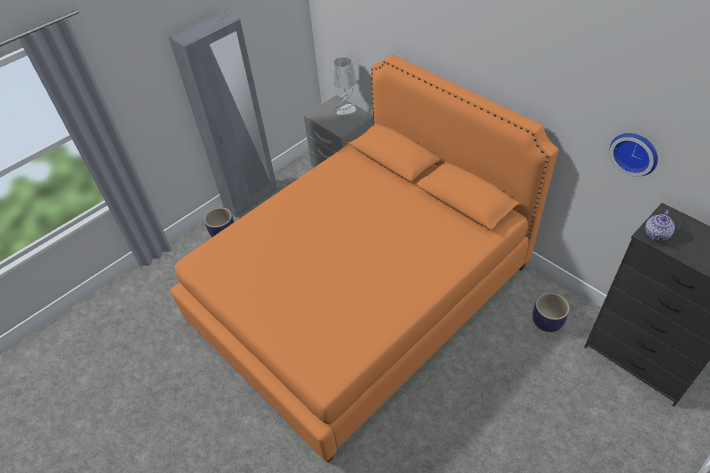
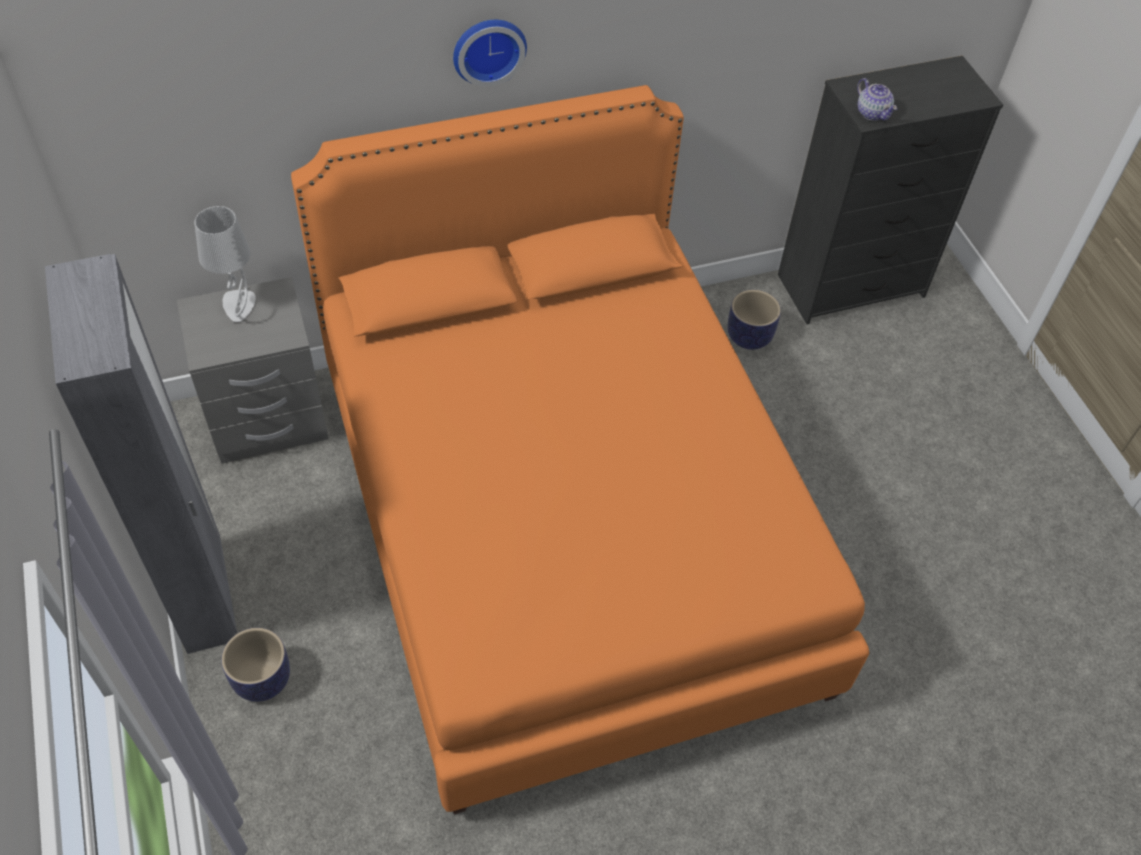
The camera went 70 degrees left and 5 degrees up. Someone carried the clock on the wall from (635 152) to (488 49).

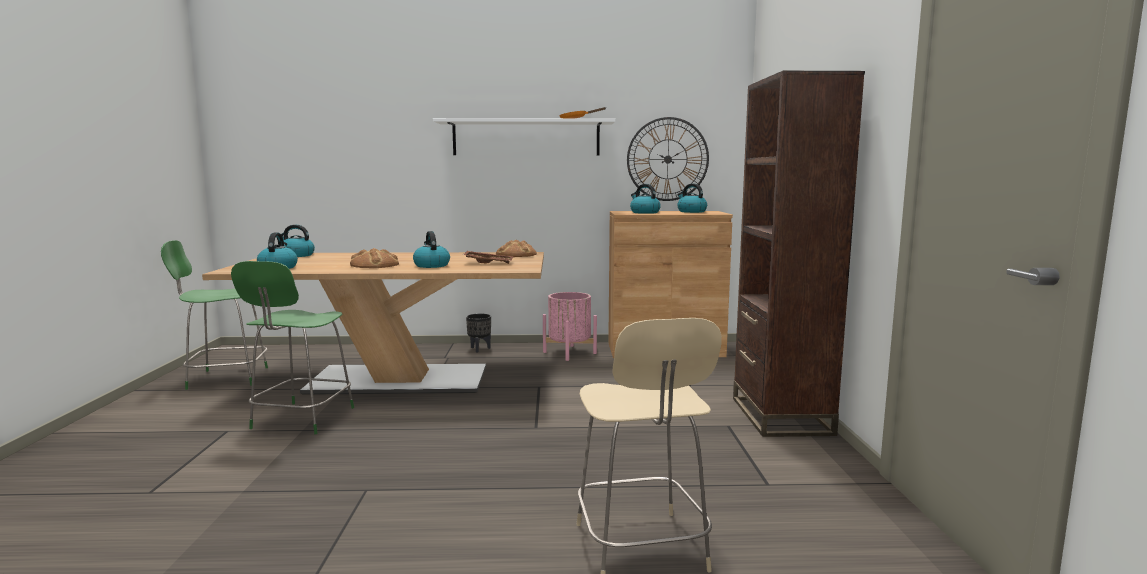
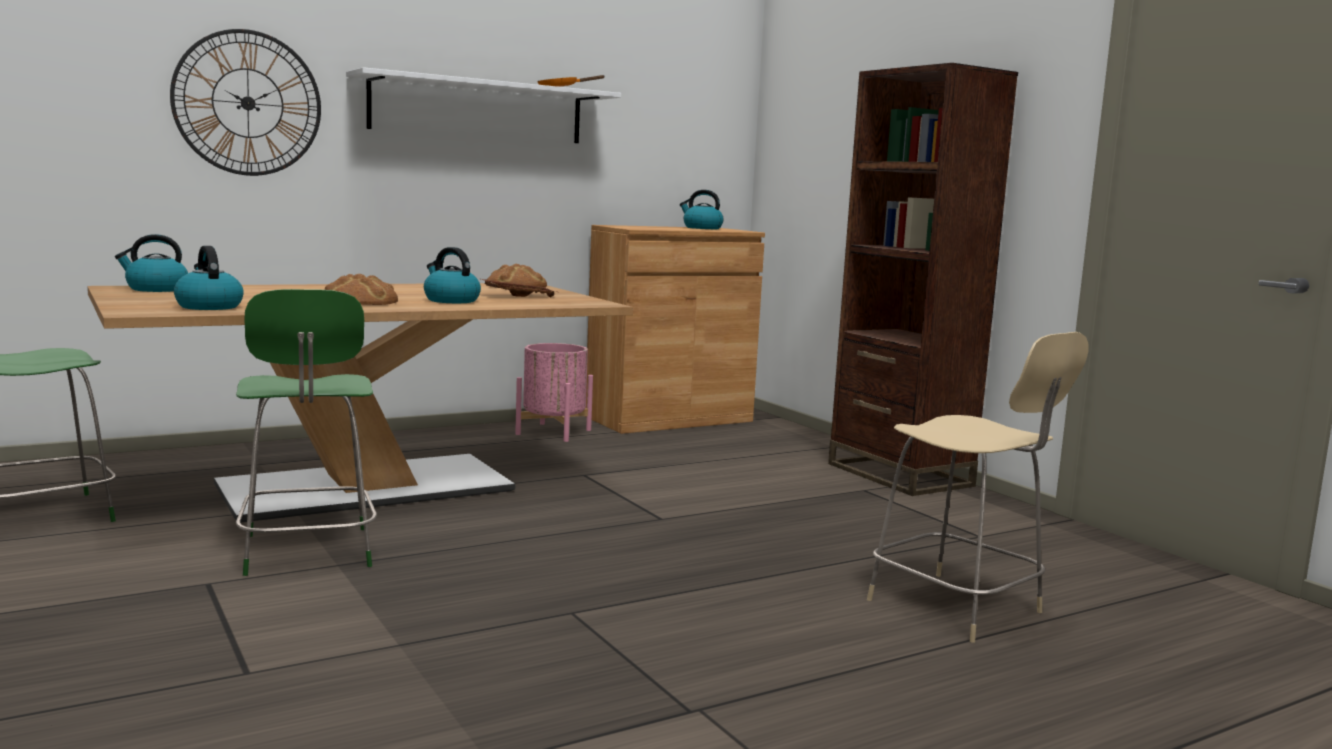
The camera went 30 degrees left and 0 degrees up. Someone carried the clock on the wall from (667 159) to (247 103). Someone took away the kettle at (644 212). Someone took away the black-coloured planter at (479 349).

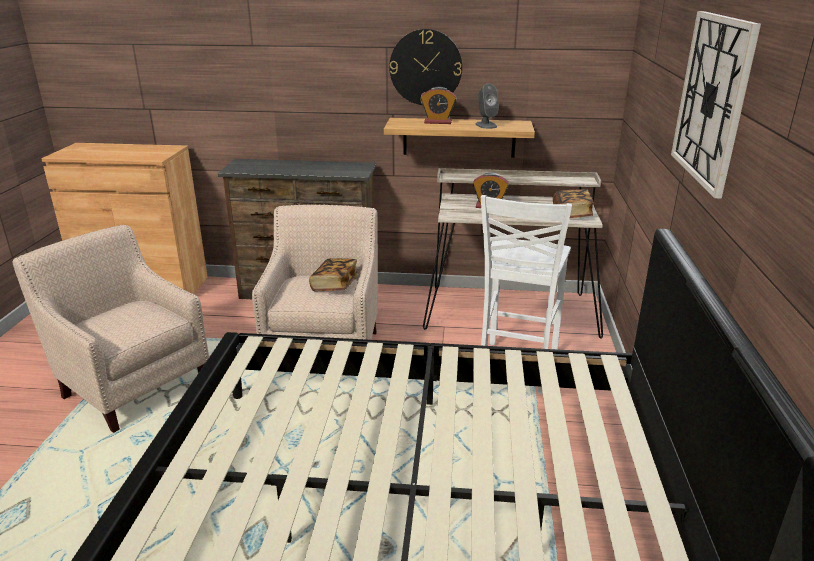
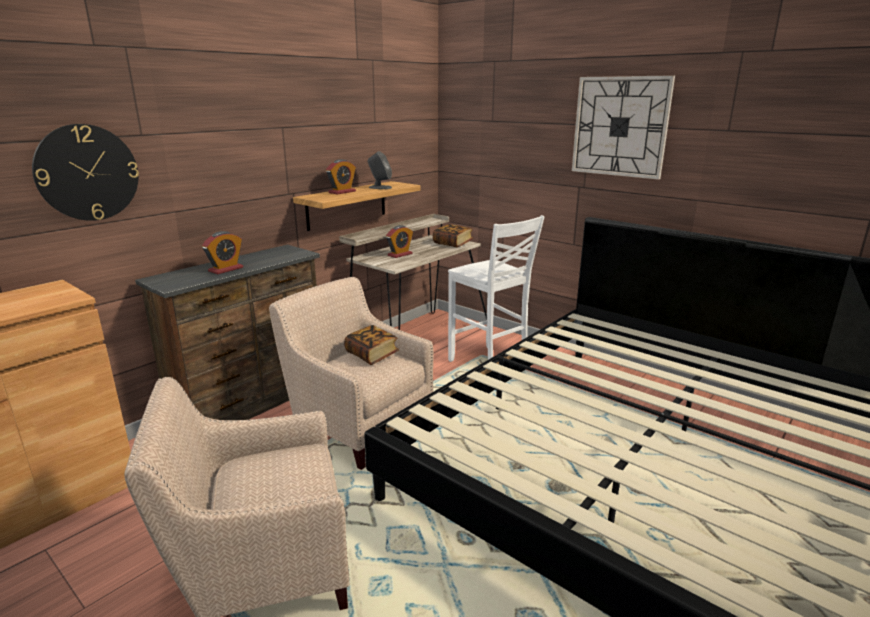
The camera went 55 degrees left and 5 degrees down. Someone carried the clock on the wall from (425 67) to (87 173). Someone put down the alarm clock at (226 269).

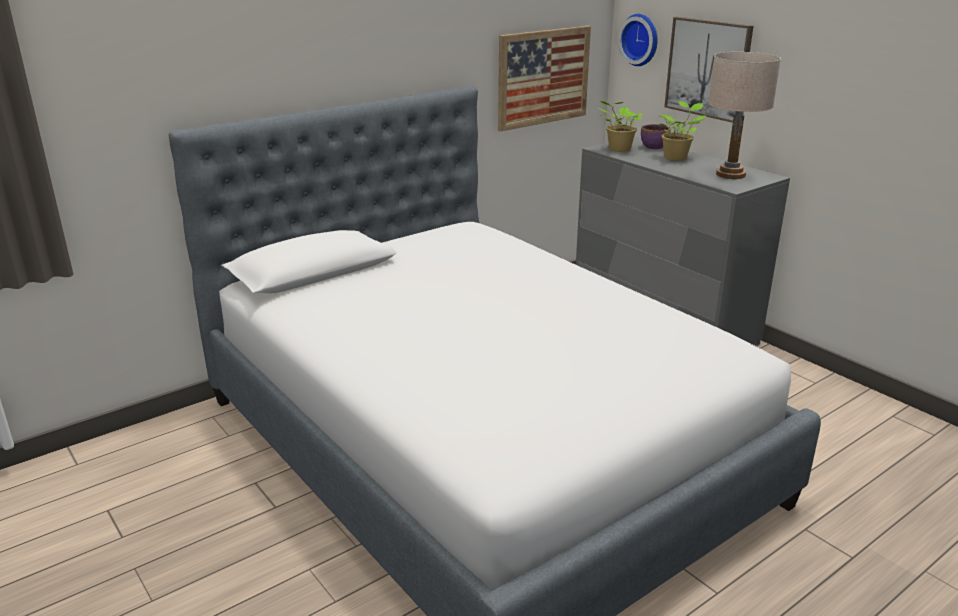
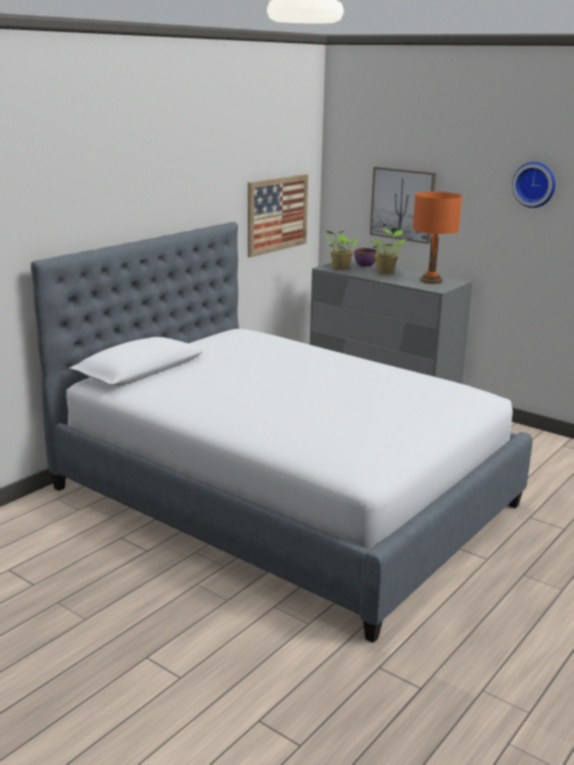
The camera went 15 degrees left and 5 degrees down. Someone carried the clock on the wall from (641 39) to (535 184). Someone repainted the beige-coloured lamp for a table at (730 174), which became the orange lamp for a table at (431 281).

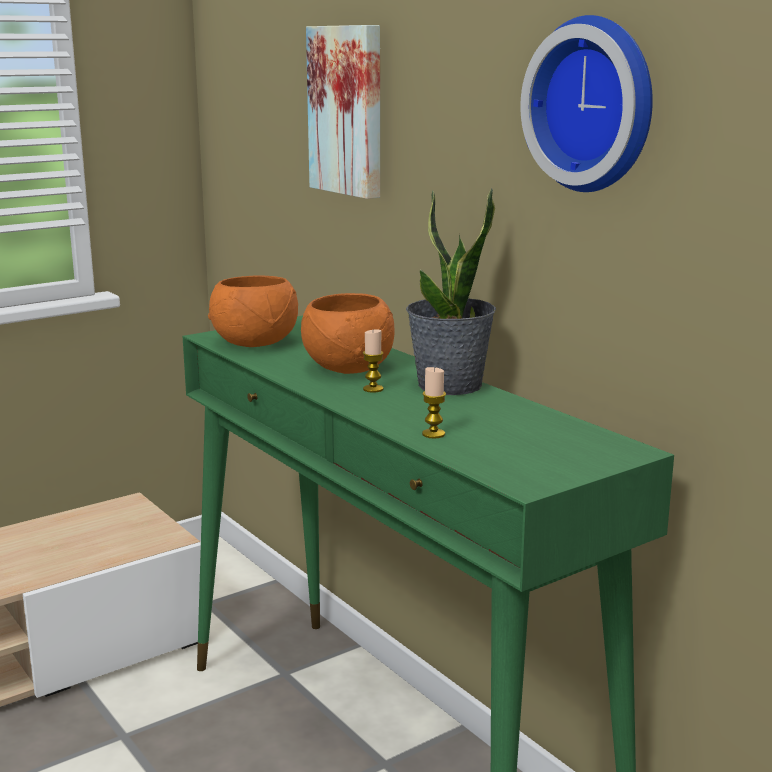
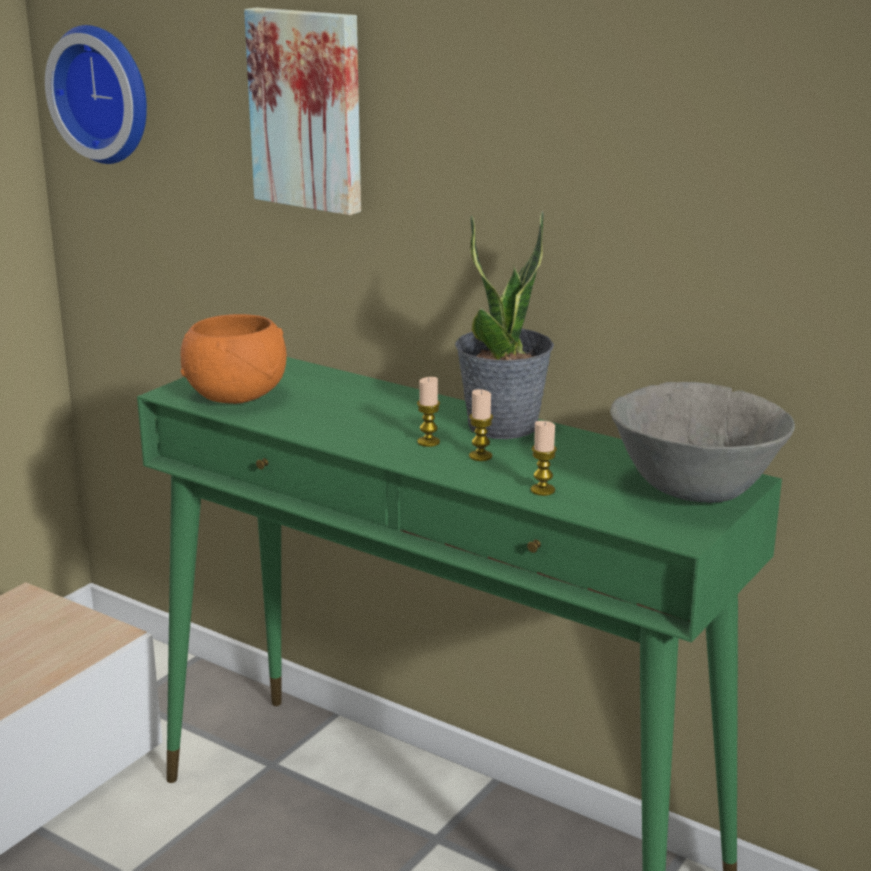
The camera went 20 degrees left and 5 degrees up. Someone carried the clock on the wall from (596 105) to (106 93). Someone took away the orange bowl at (348 367). Someone put down the grey bowl at (694 491). Someone put down the wax candle at (480 456).

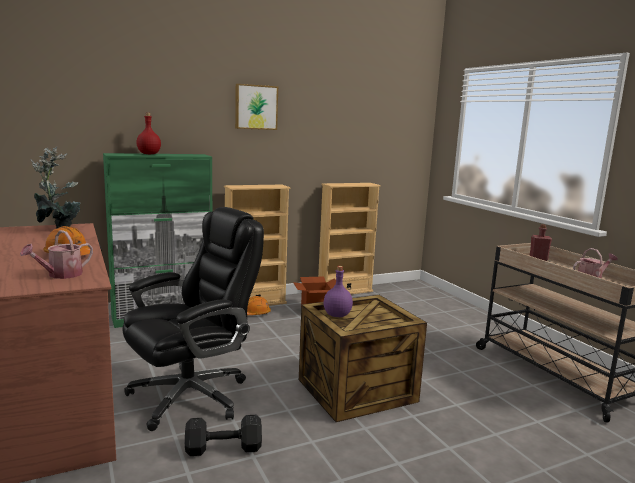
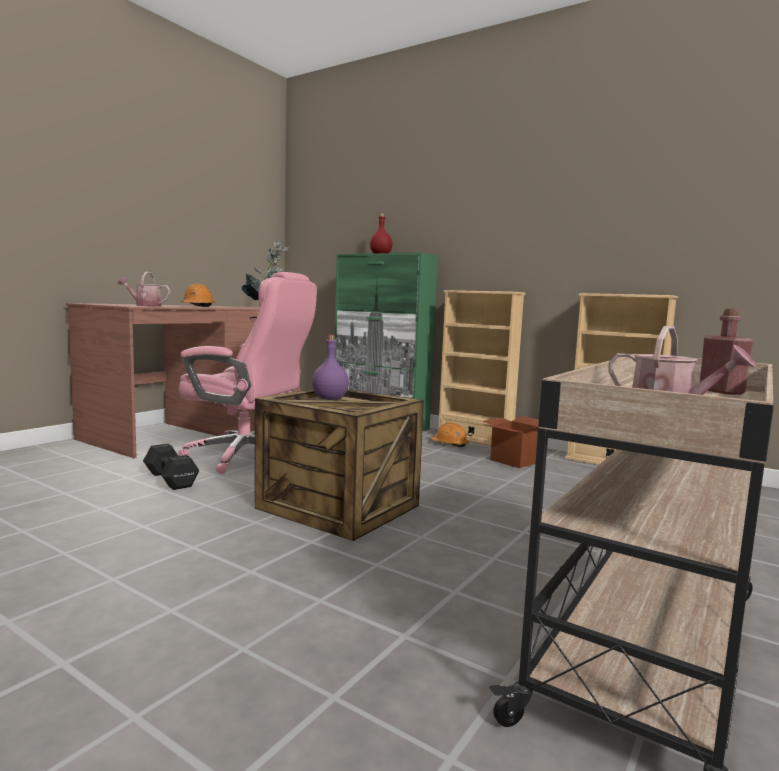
The camera went 60 degrees right and 5 degrees down. Someone took away the picture at (256 107). Someone repainted the black-coloured office chair at (192 396), which became the pink-coloured office chair at (247 457).

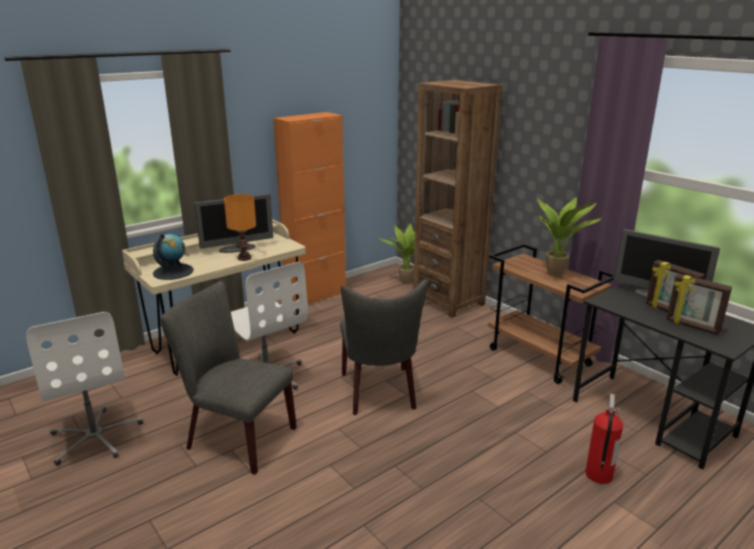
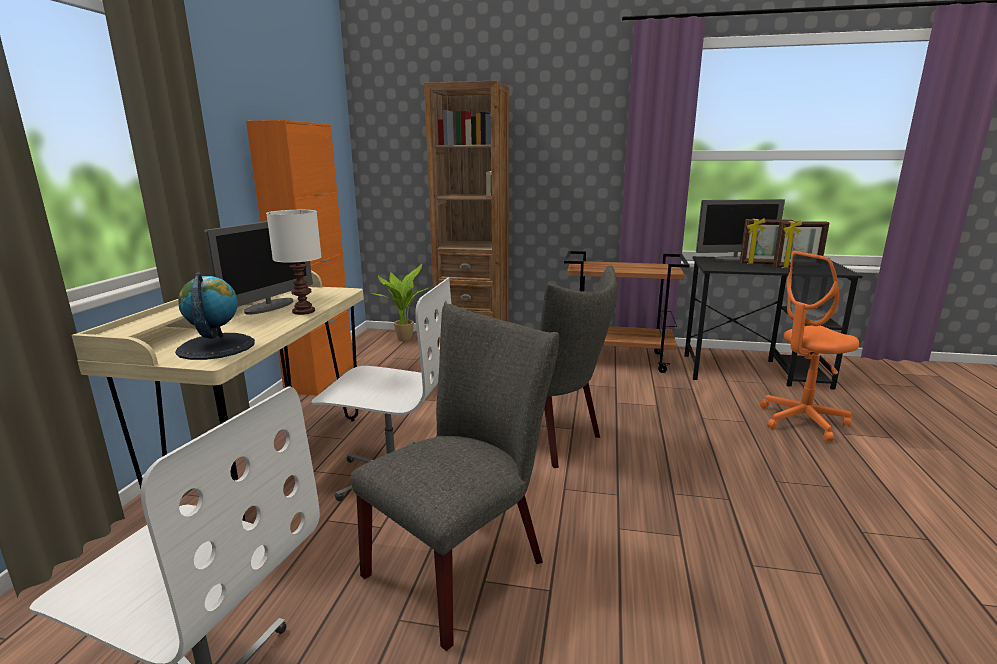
The camera went 40 degrees left and 5 degrees down. Someone repainted the orange lamp for a table at (244 258), which became the white-coloured lamp for a table at (304 311). Someone took away the plant in a pot at (558 274). Someone rotated the grey chair at (235 437) by 150 degrees clockwise. Someone swapped the fire extinguisher at (598 475) for the orange office chair at (802 421).

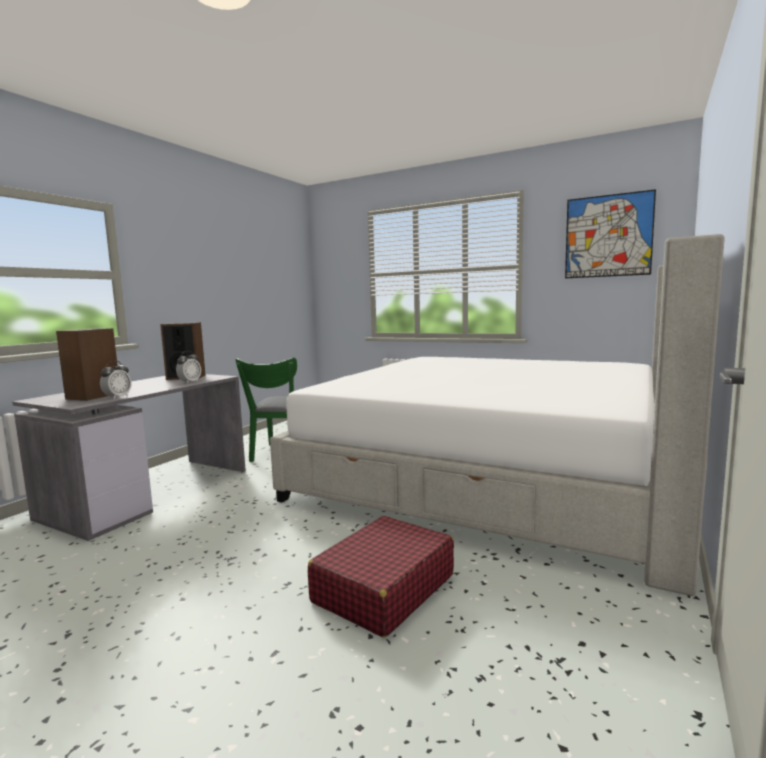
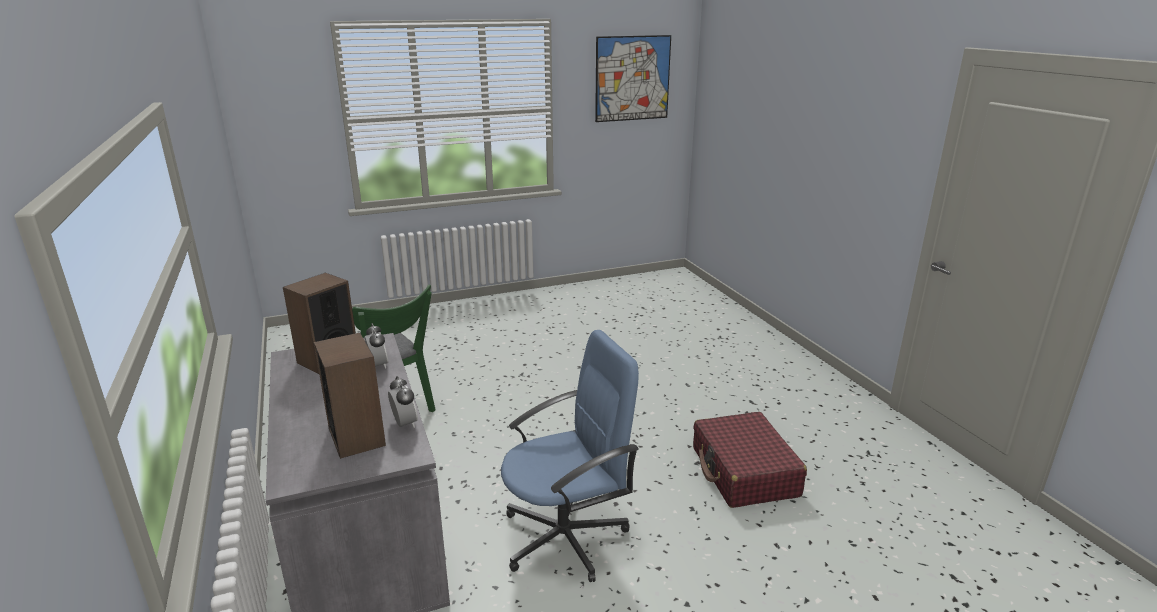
The camera went 50 degrees left and 15 degrees up. Someone took away the bedroom bed at (495 475). Someone put down the bluish office chair at (566 537).

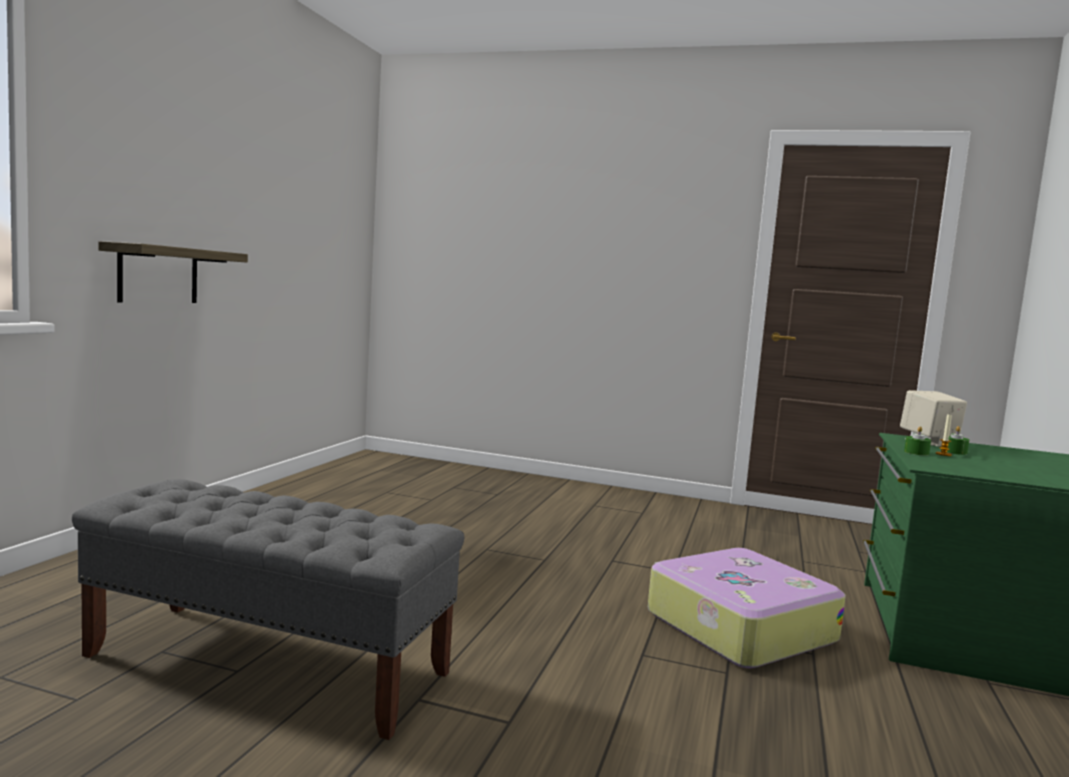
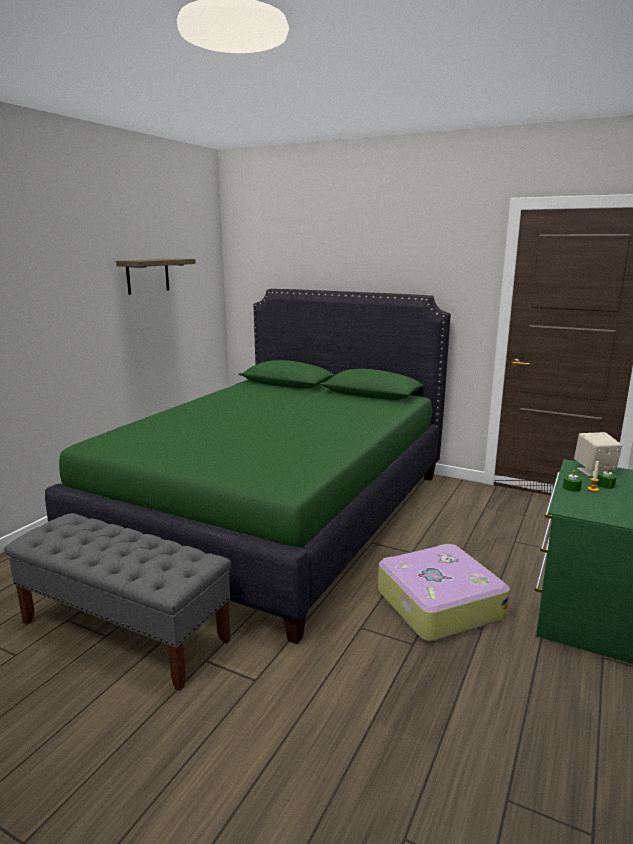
The camera went 10 degrees right and 10 degrees up. Someone carried the bracket shelf from (158 274) to (148 276). Someone put down the green bedroom bed at (275 513).

